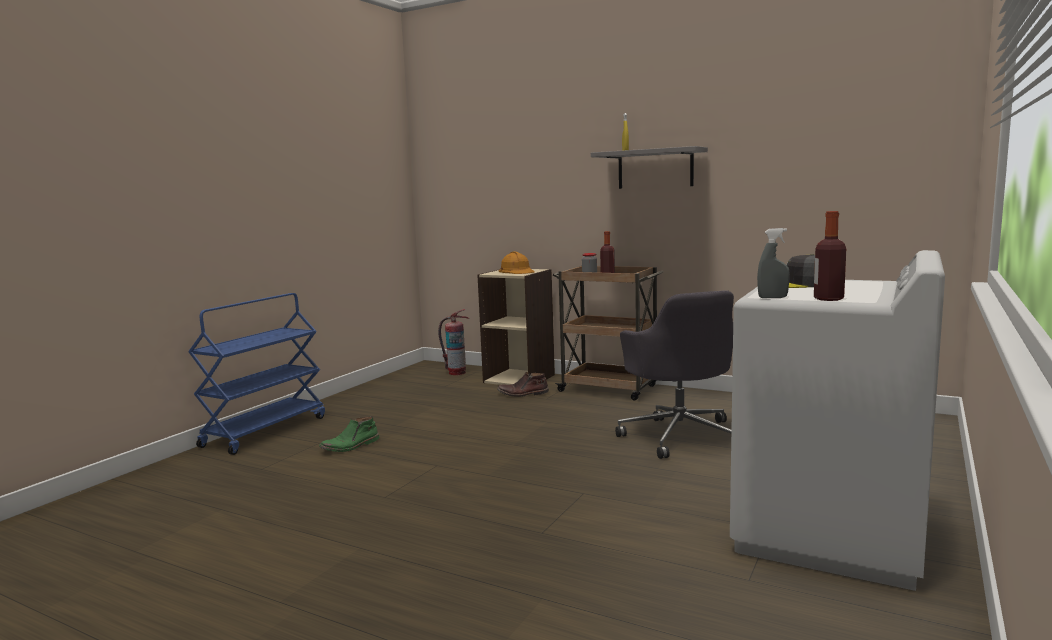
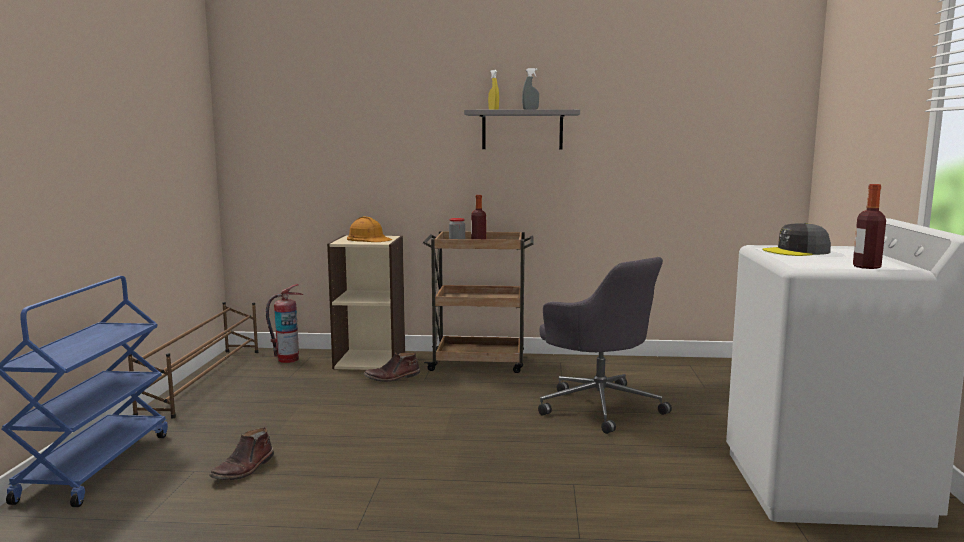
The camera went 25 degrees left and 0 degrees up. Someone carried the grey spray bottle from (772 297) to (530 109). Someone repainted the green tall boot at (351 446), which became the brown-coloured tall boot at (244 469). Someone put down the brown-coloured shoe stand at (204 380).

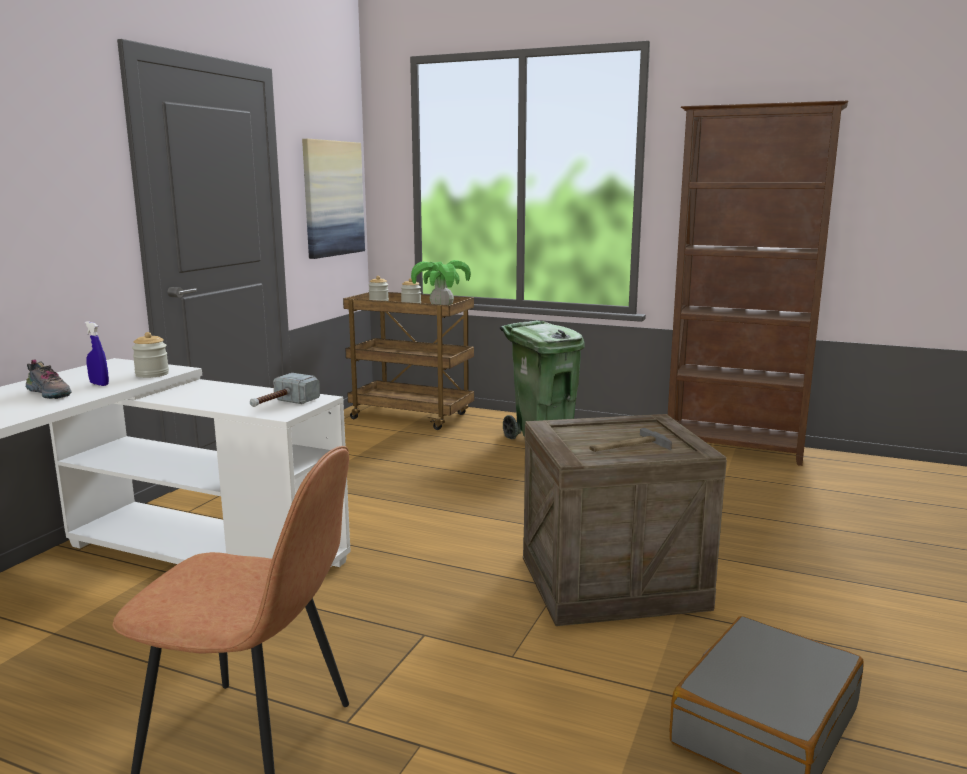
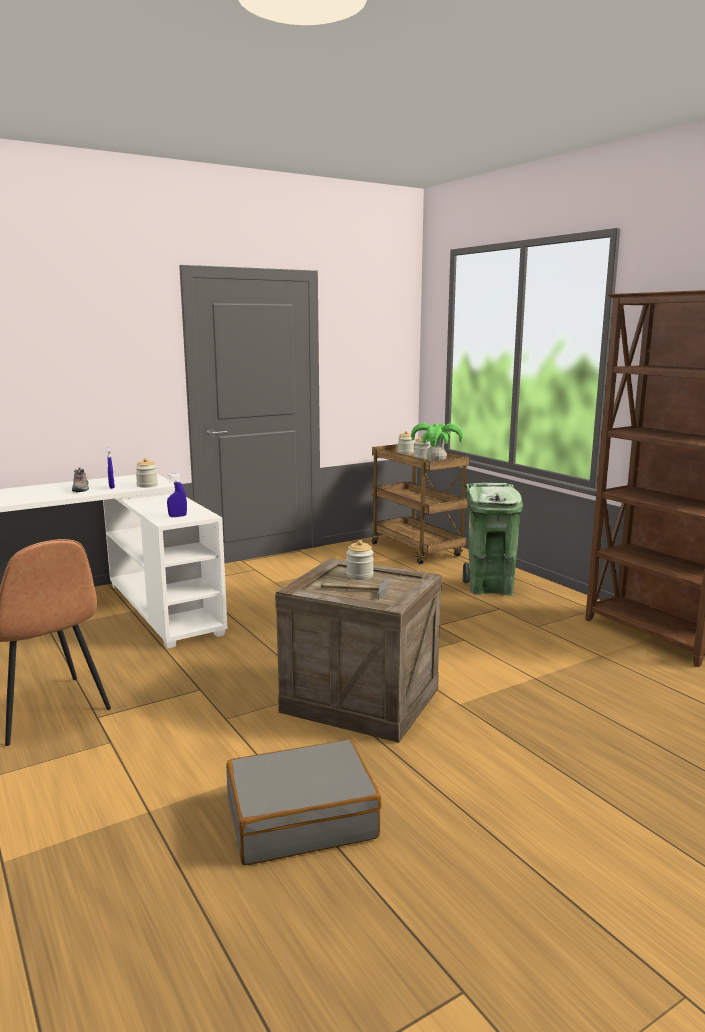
The camera went 35 degrees right and 0 degrees up. Someone took away the picture at (332 198). Someone swapped the hand hammer at (281 405) for the bluish spray bottle at (177 516). Someone put down the preserve jar at (359 575).

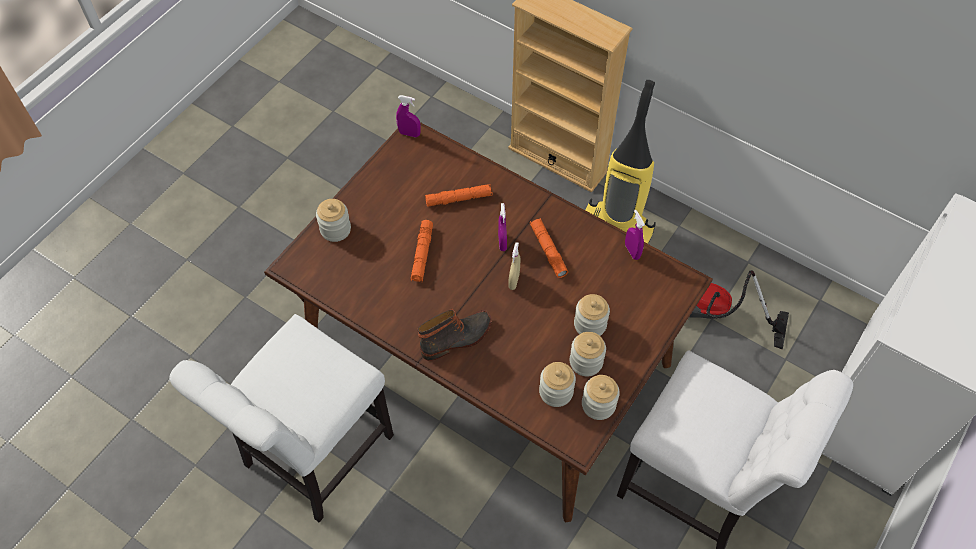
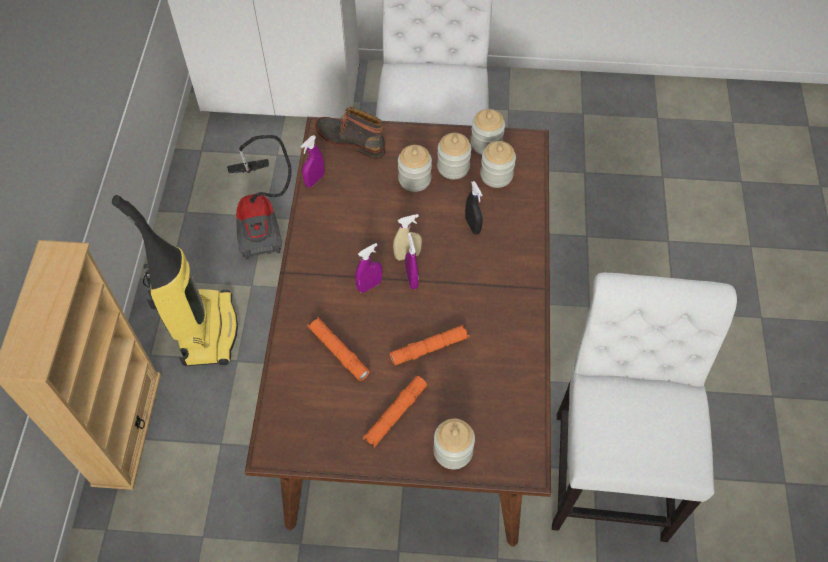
The camera went 120 degrees left and 0 degrees up. Someone carried the purplish spray bottle from (409 133) to (411 279). Someone carried the orange flashlight from (548 250) to (395 414). Someone carried the tall boot from (457 339) to (351 140). Someone rotated the white-coloured chair at (313 456) by 90 degrees counterclockwise. Someone put down the black-coloured spray bottle at (472 225).

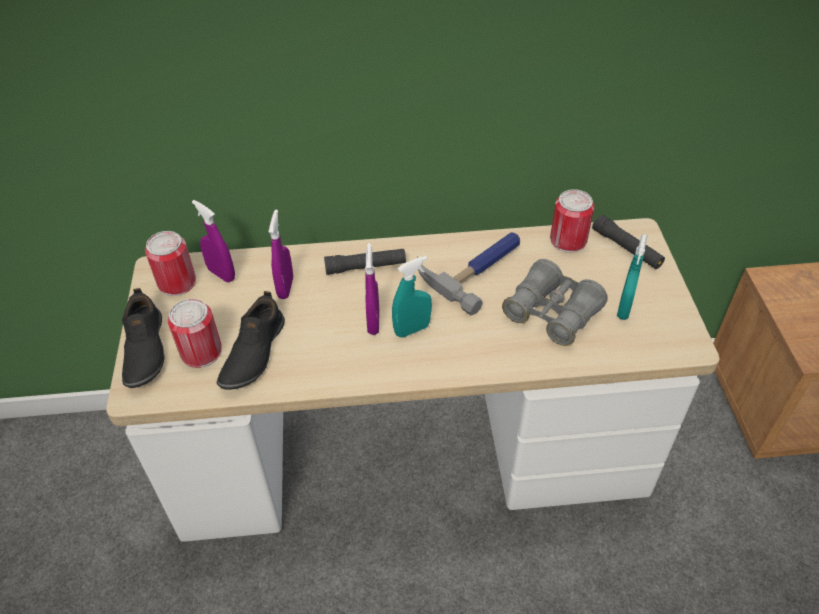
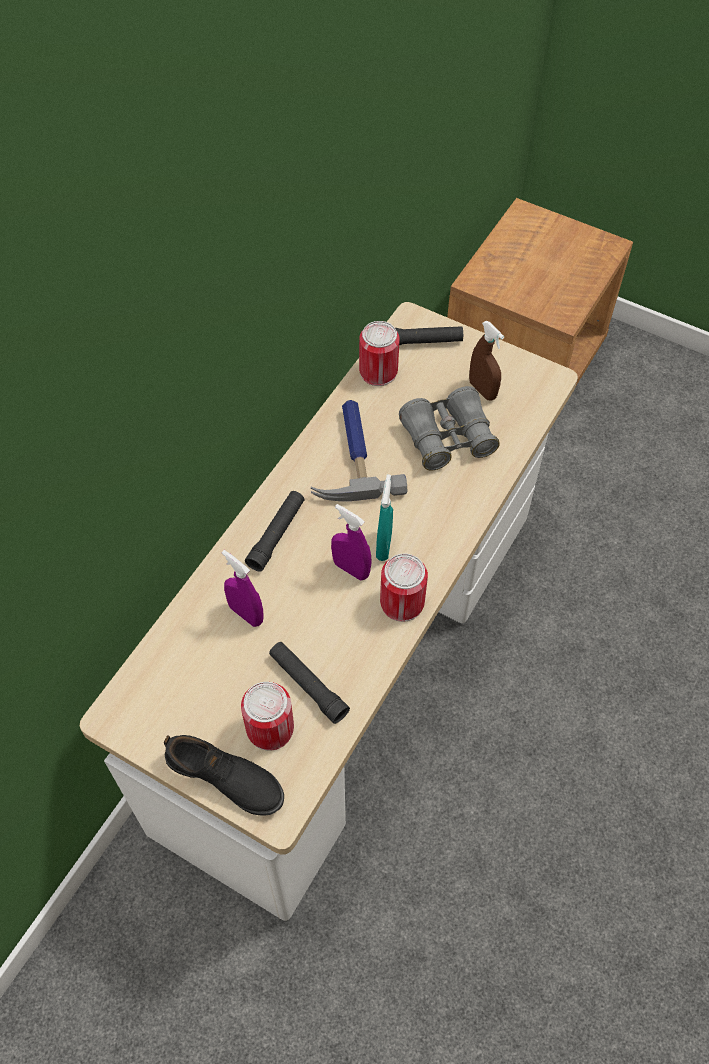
The camera went 55 degrees left and 10 degrees up. Someone took away the purplish spray bottle at (221 274). Someone carried the sealed can from (177 282) to (402 602). Someone repainted the turquoise spray bottle at (624 308), which became the brown-coloured spray bottle at (482 390). Someone swapped the black-coloured low shoe at (252 353) for the black-coloured flashlight at (308 685).

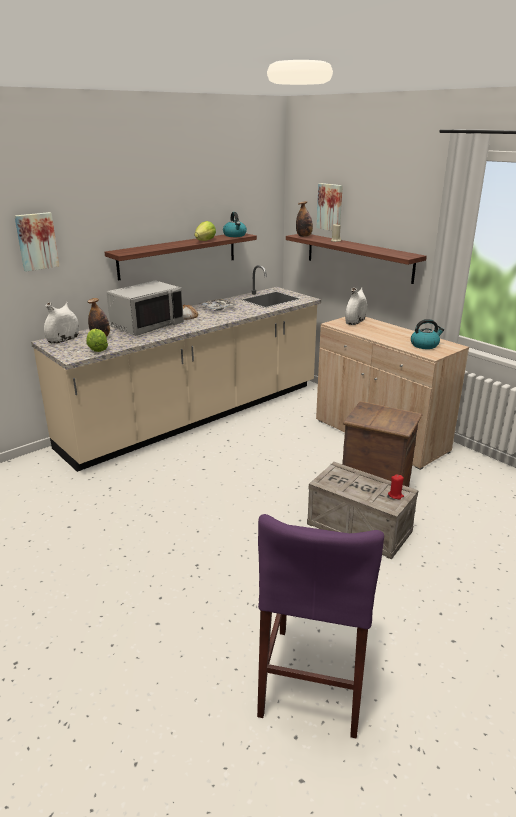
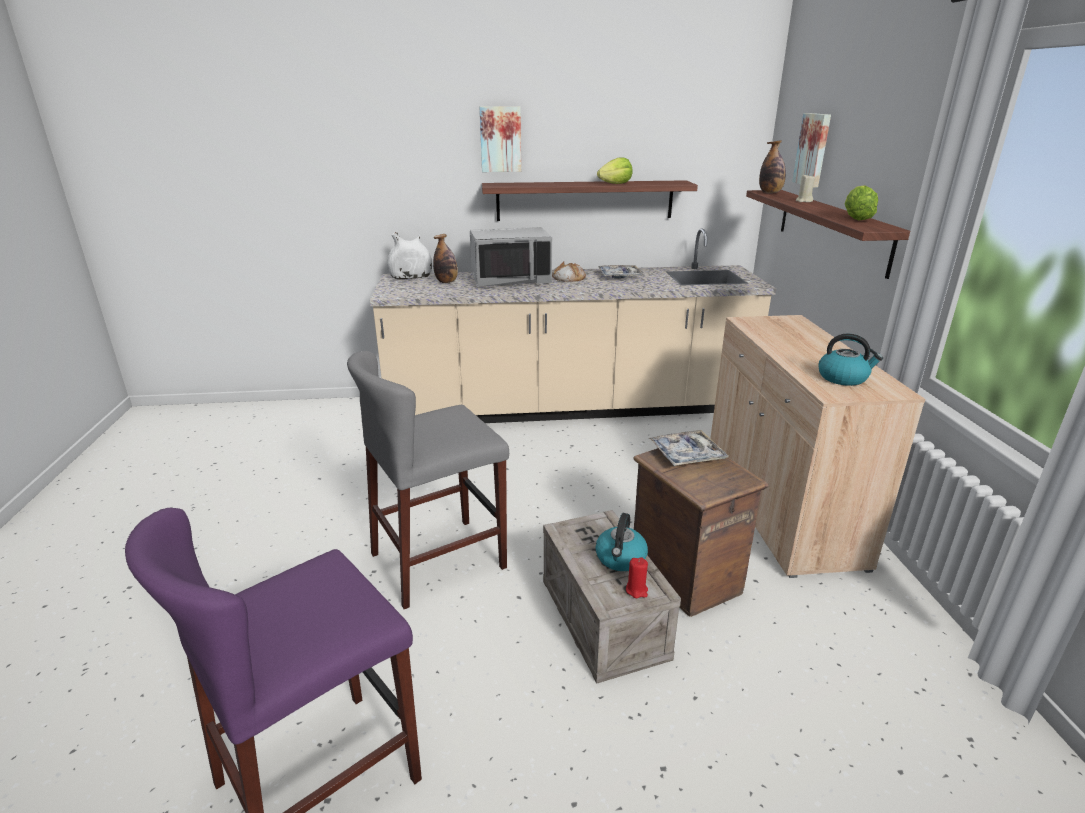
The camera went 35 degrees right and 0 degrees up. Someone carried the picture from (36 241) to (500 139). Someone carried the kettle from (235 235) to (621 559). Someone took away the white-coloured decorative vase at (355 321). Someone carried the head of lettuce from (97 349) to (856 218). Someone put down the grey stool seat at (438 560). Someone put down the carrying tray at (687 454).

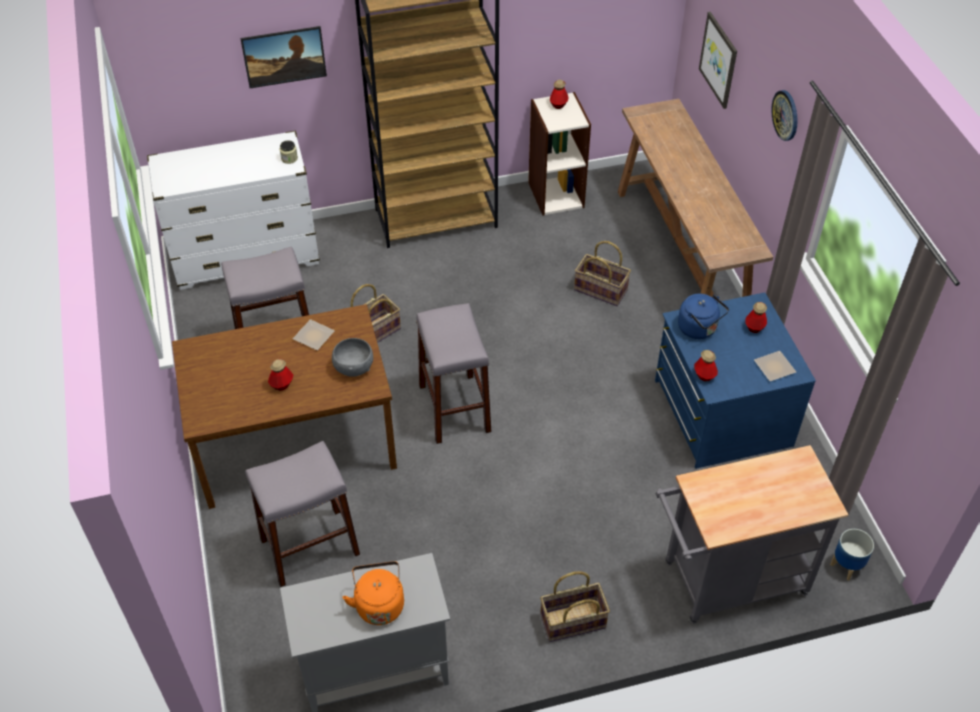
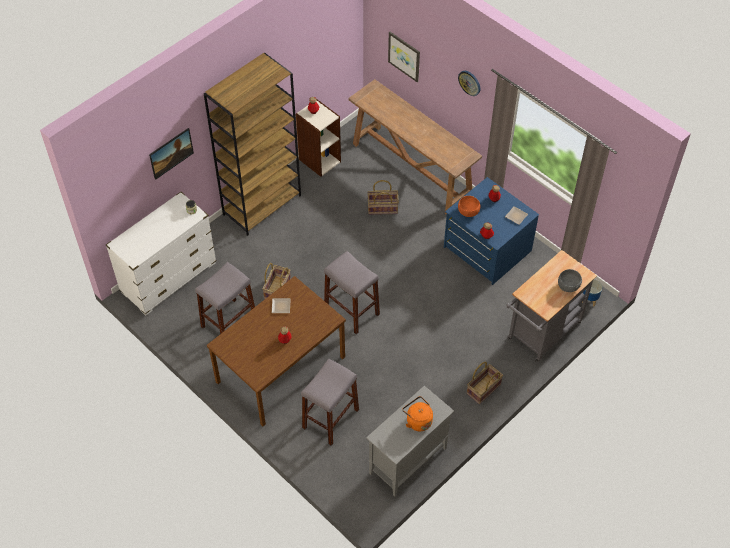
The camera went 30 degrees left and 5 degrees up. Someone swapped the bluish kettle at (699 329) for the orange bowl at (468 212). Someone carried the grey bowl from (353 367) to (568 286).

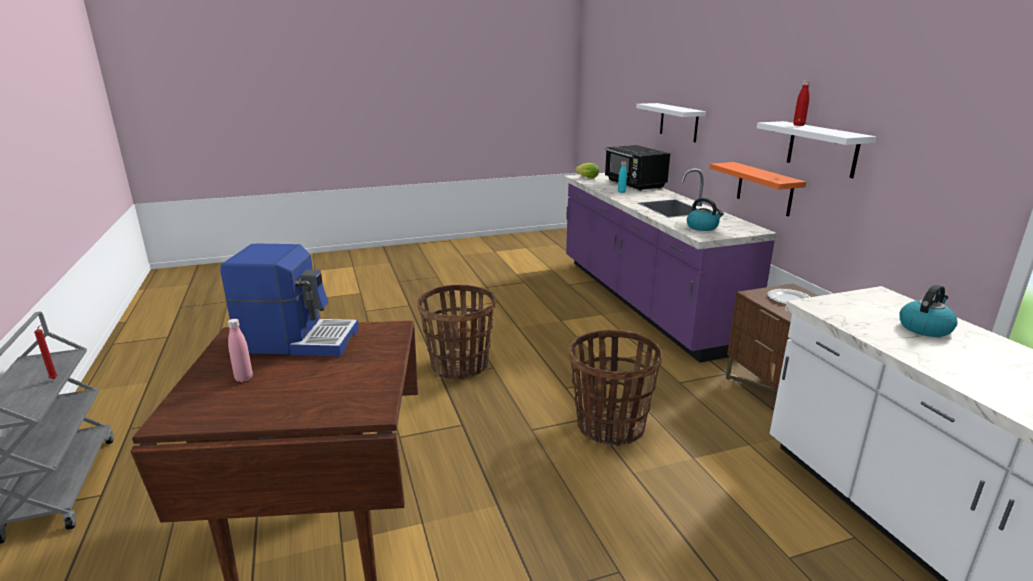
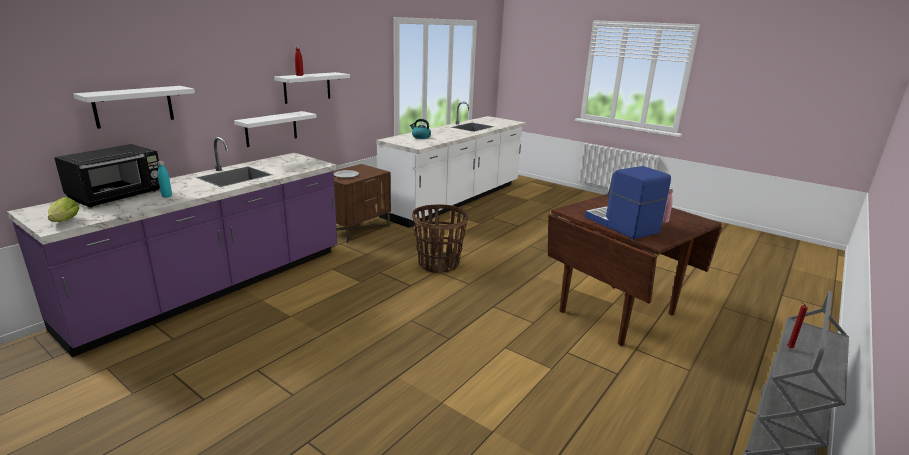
The camera went 125 degrees left and 0 degrees up. Someone repainted the orange bracket shelf at (764 189), which became the white-coloured bracket shelf at (271 129). Someone took away the kettle at (702 227). Someone took away the storage basket at (459 366).

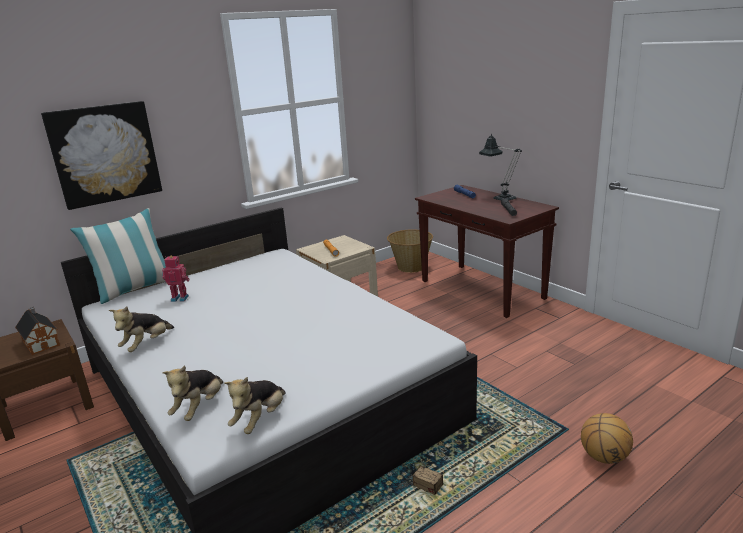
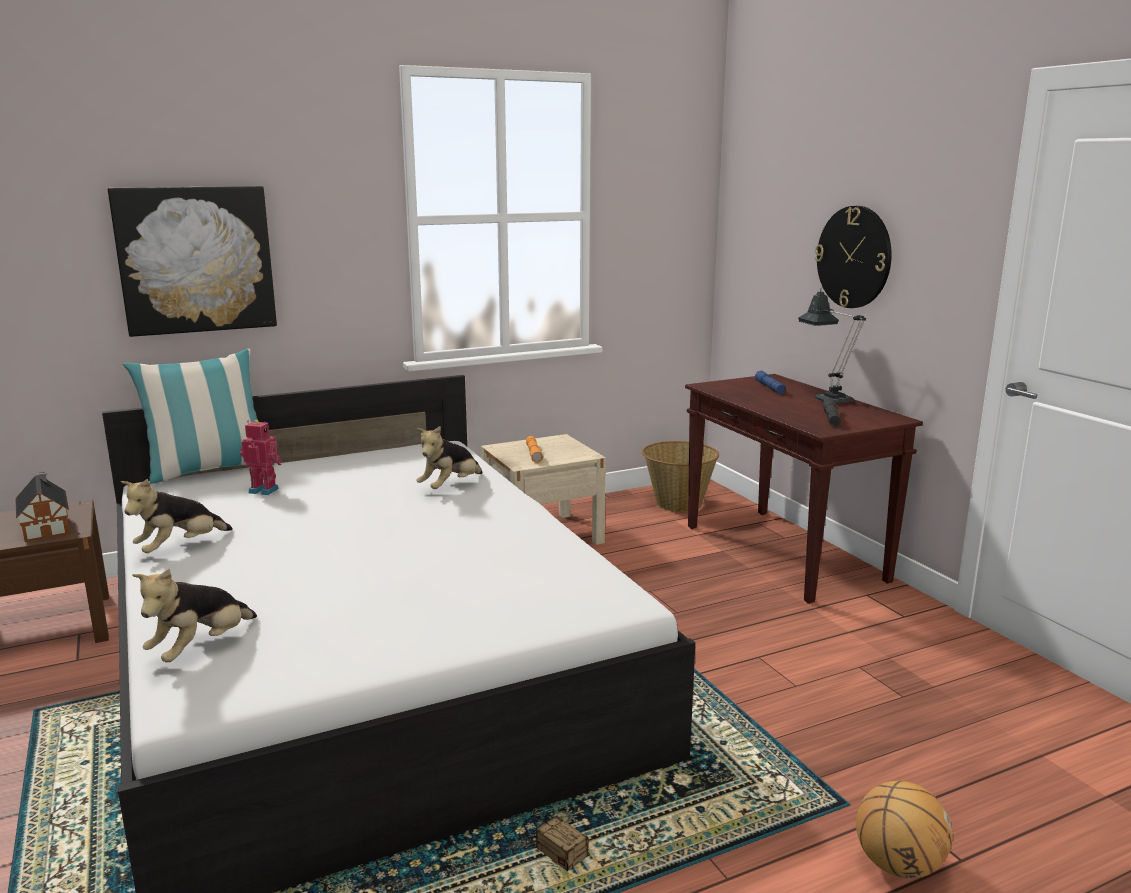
The camera went 10 degrees right and 5 degrees down. Someone carried the plush toy from (260 419) to (450 487). Someone put up the clock on the wall at (854 257).

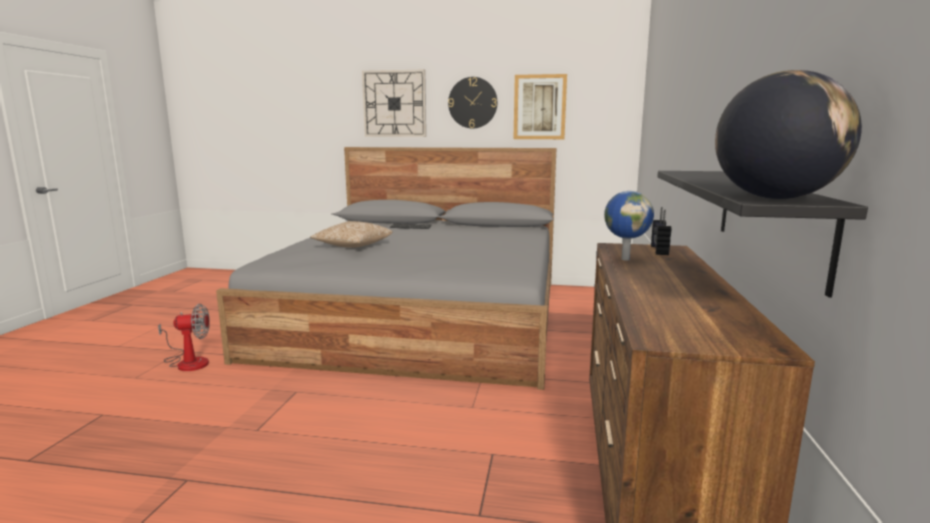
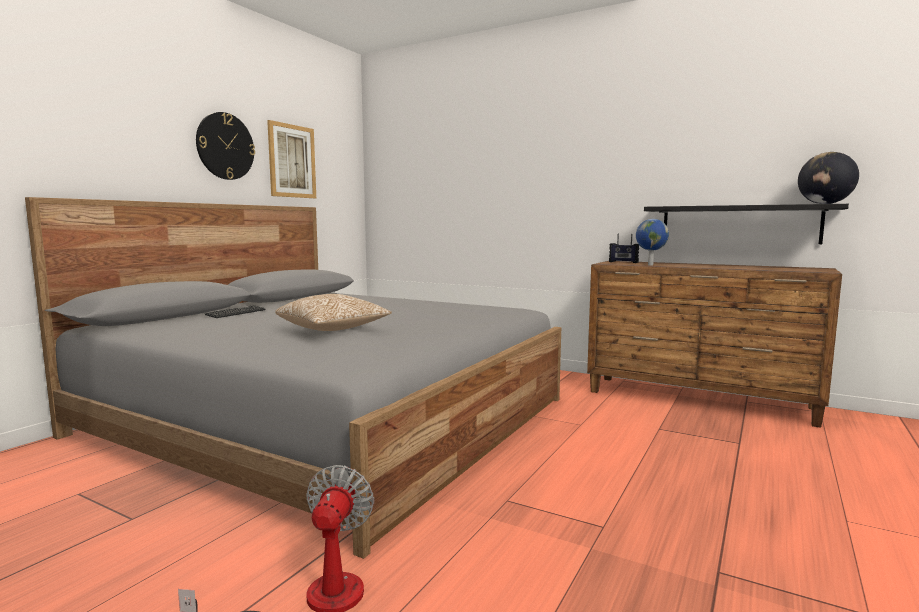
The camera went 70 degrees left and 5 degrees down. Someone took away the clock on the wall at (394 104).

